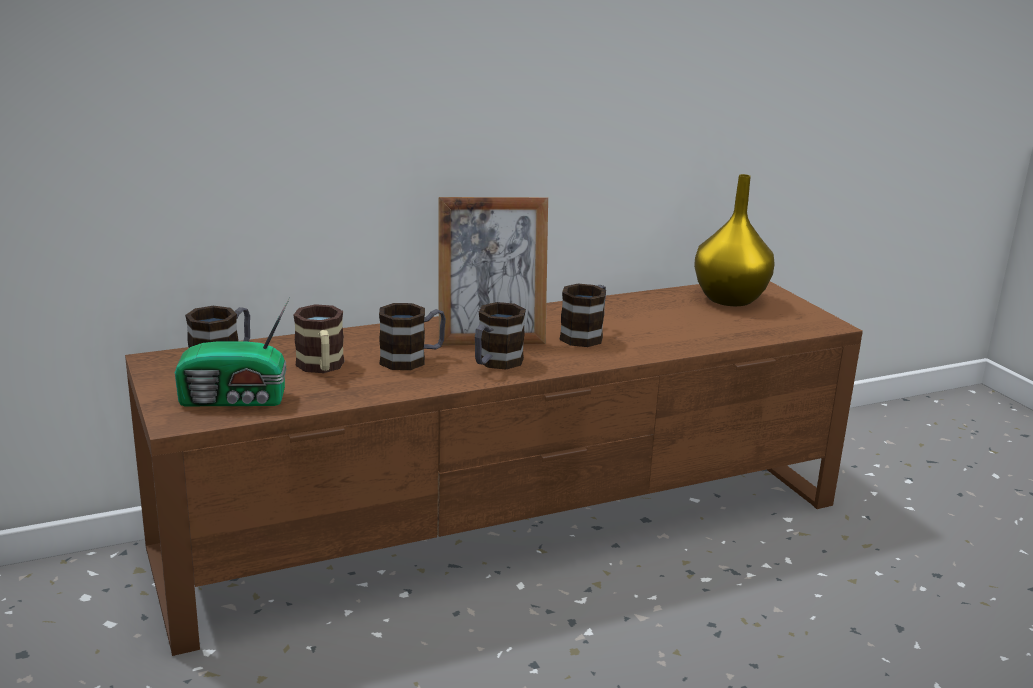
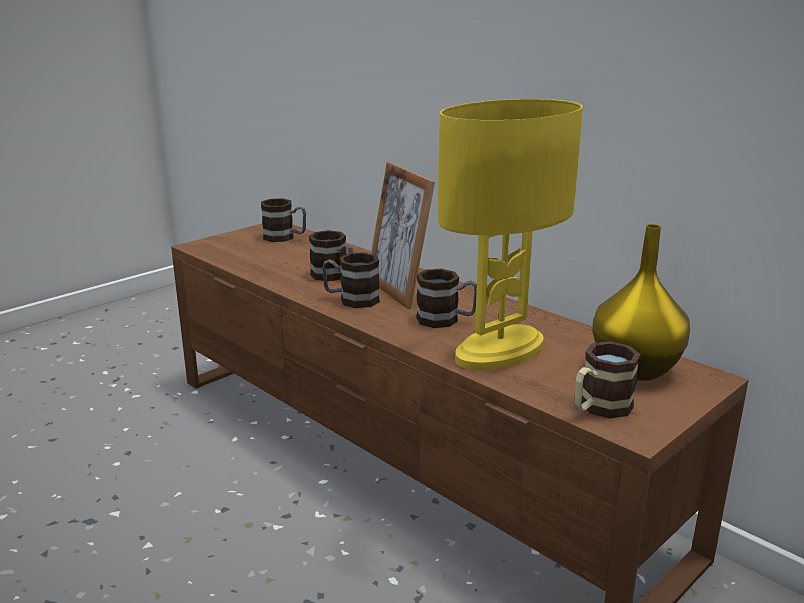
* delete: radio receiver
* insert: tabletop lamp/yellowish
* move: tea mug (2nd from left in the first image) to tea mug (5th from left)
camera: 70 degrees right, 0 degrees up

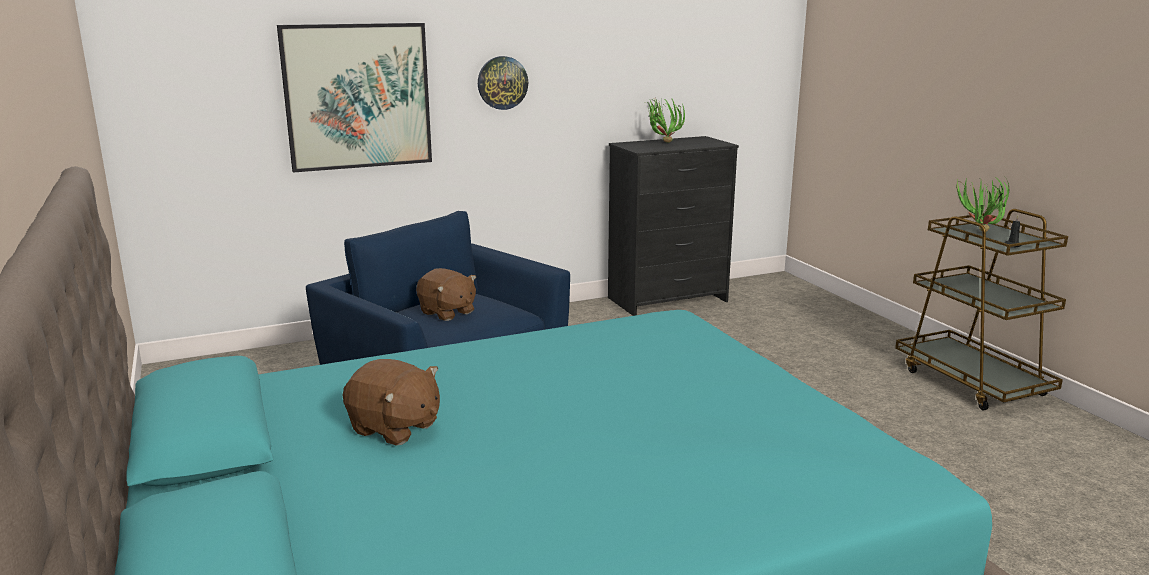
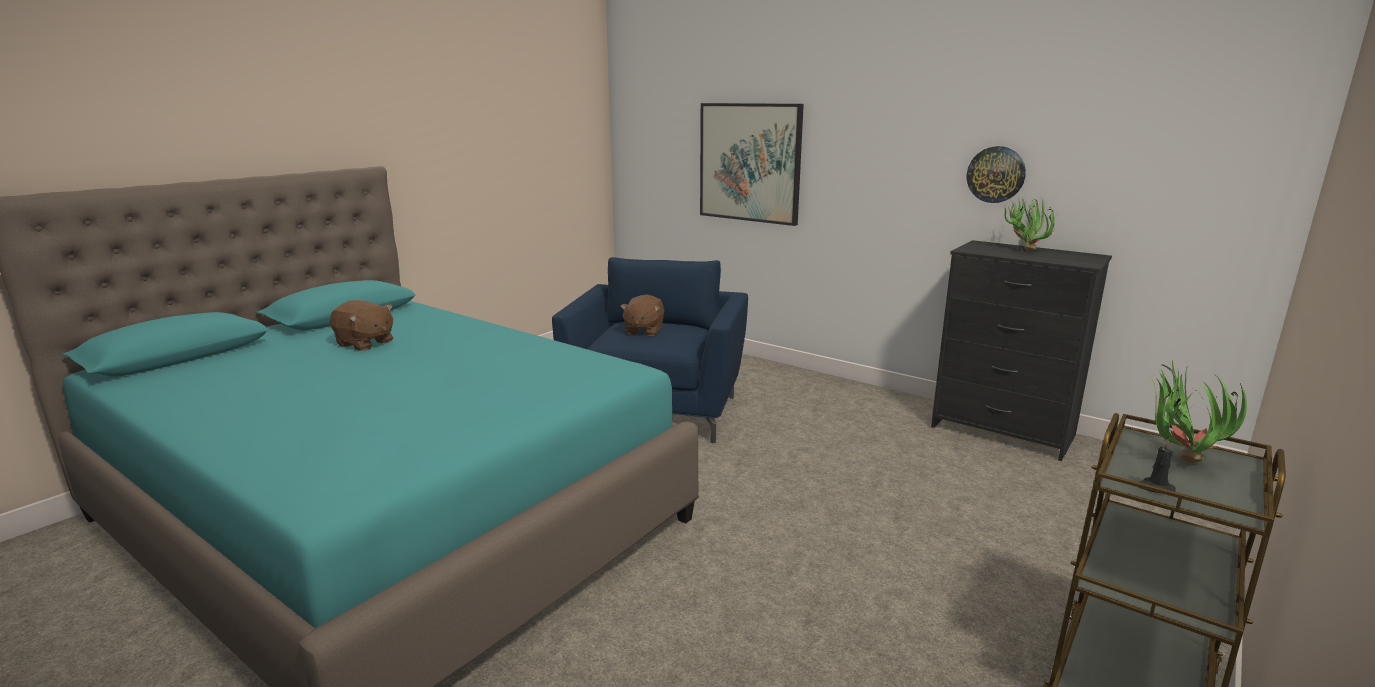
* move: wall clock
* rotate: soft toy/brown-coloured (1st from left) 60 degrees counterclockwise
camera: 60 degrees right, 0 degrees up

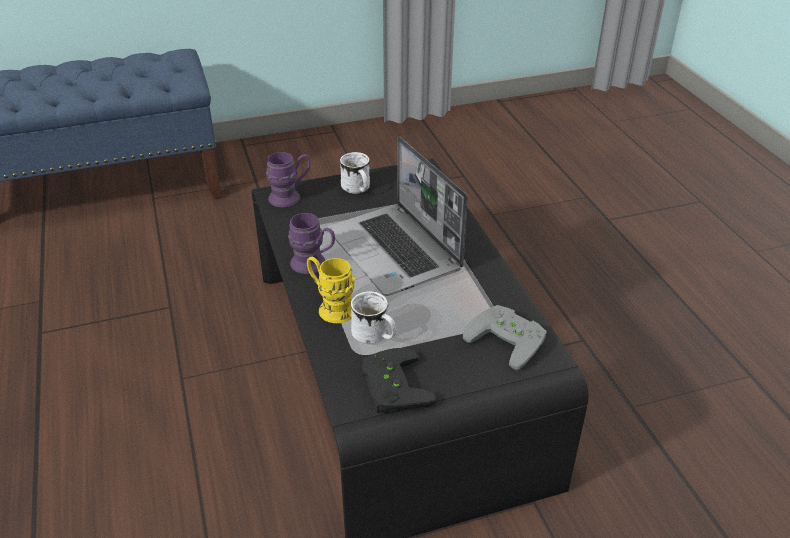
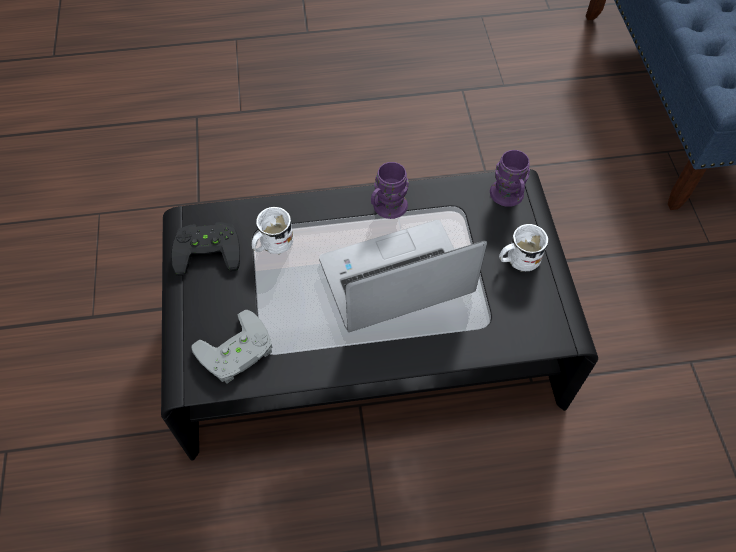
* delete: tea mug/yellowish
camera: 100 degrees right, 20 degrees up

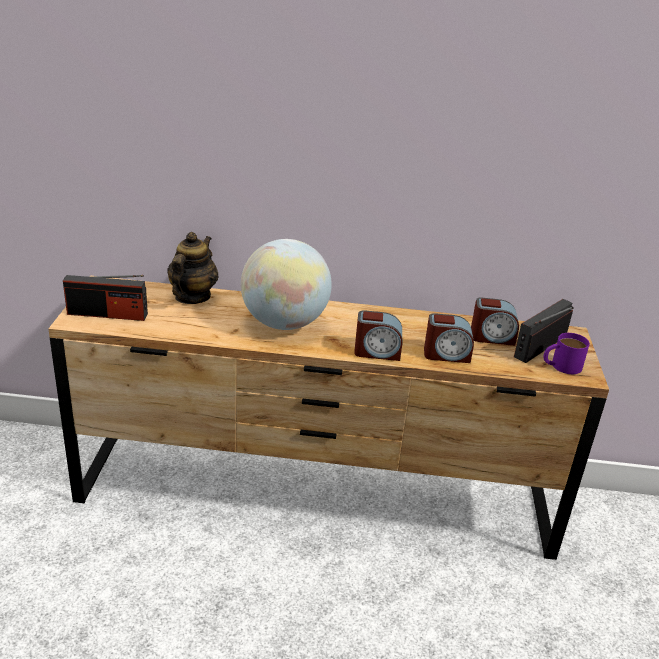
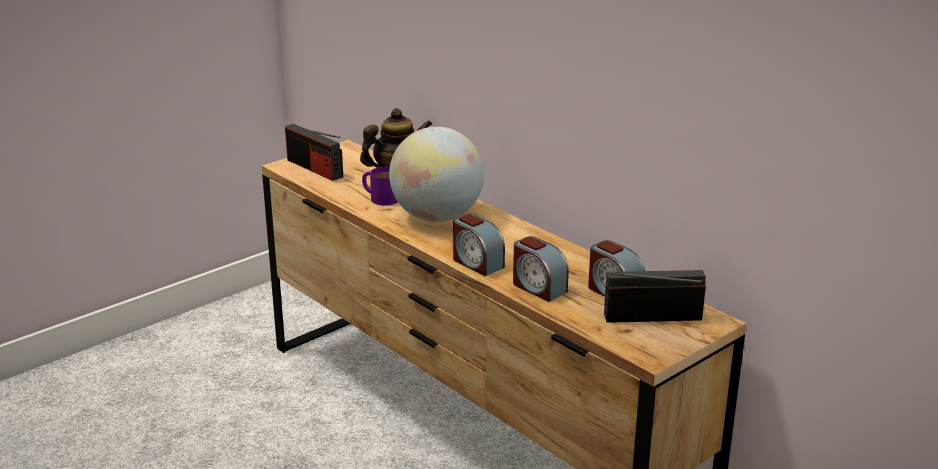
* move: tea mug/purplish
camera: 45 degrees right, 5 degrees down

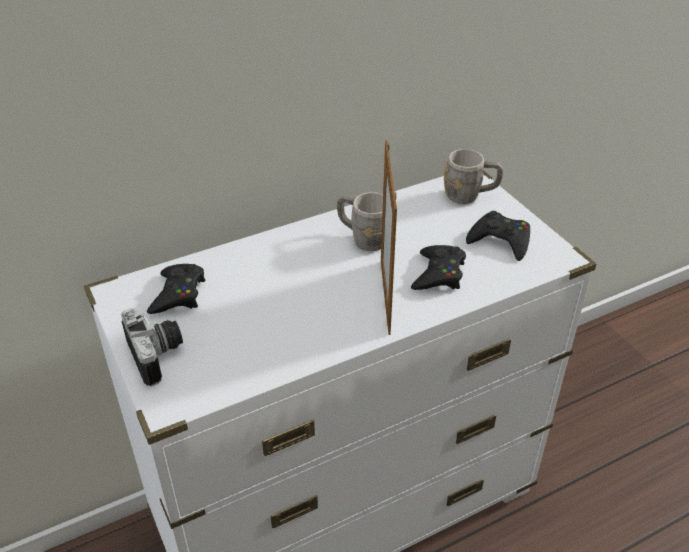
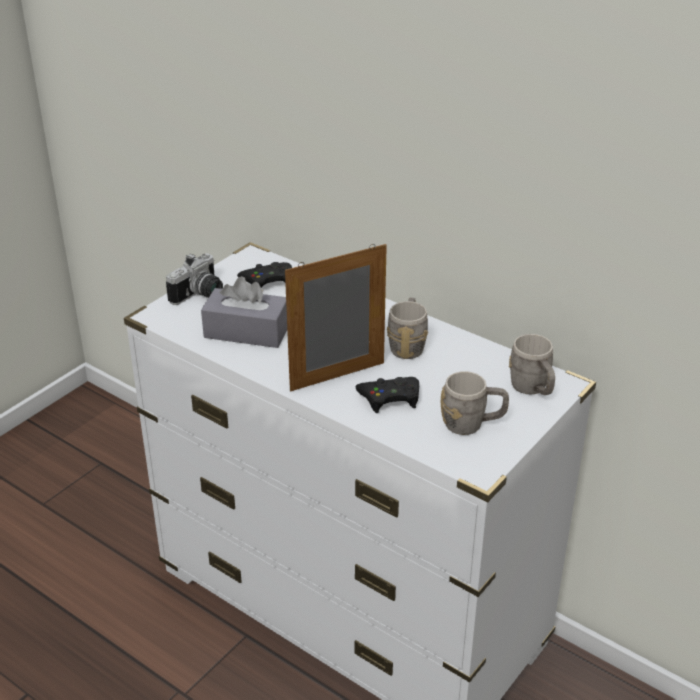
* insert: tissue box/grey
* replace: gamepad/blackish (3rd from left) to tea mug/grey (2nd from left)
camera: 65 degrees right, 5 degrees down

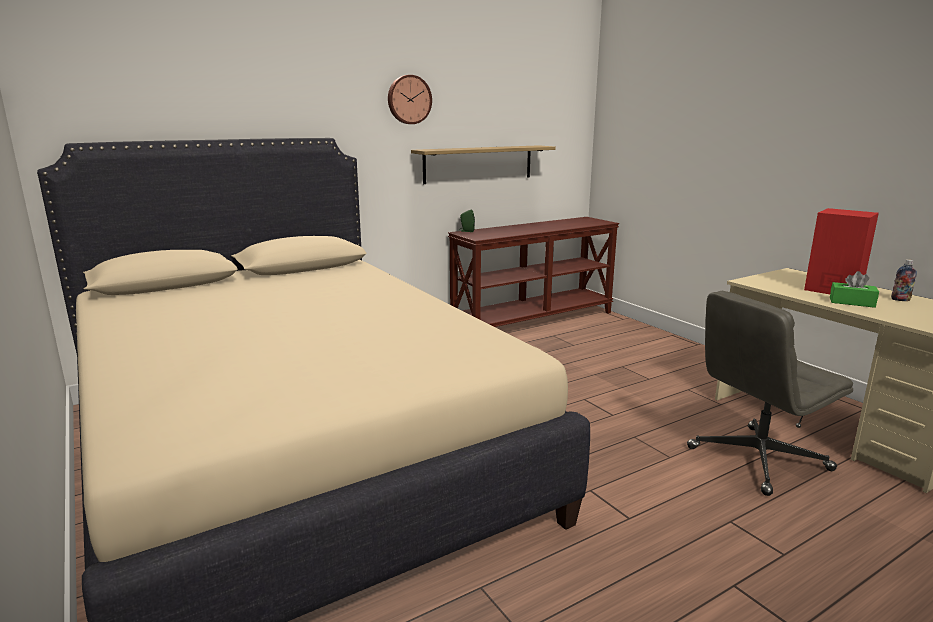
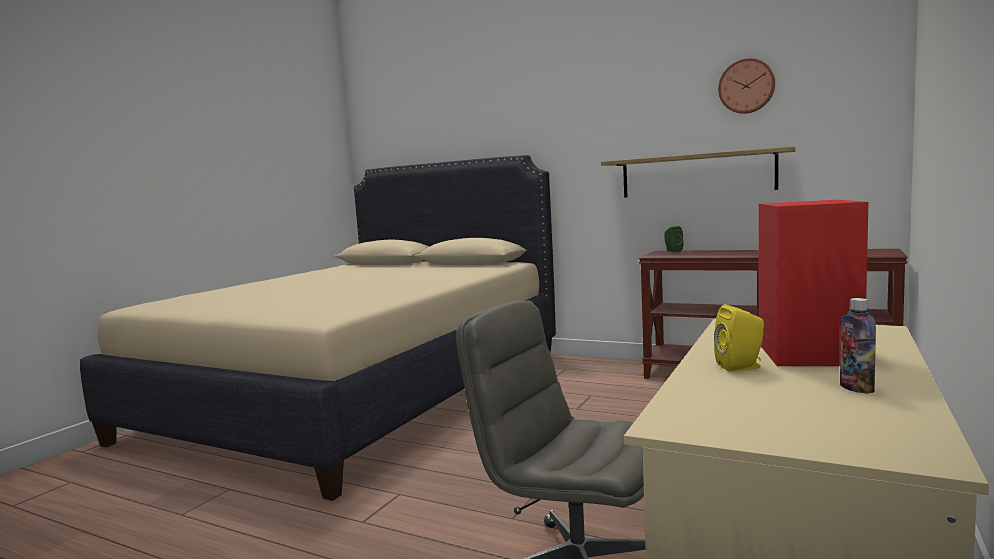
* move: wall clock
* replace: tissue box/greenish to audio speaker/yellowish
camera: 60 degrees right, 10 degrees down

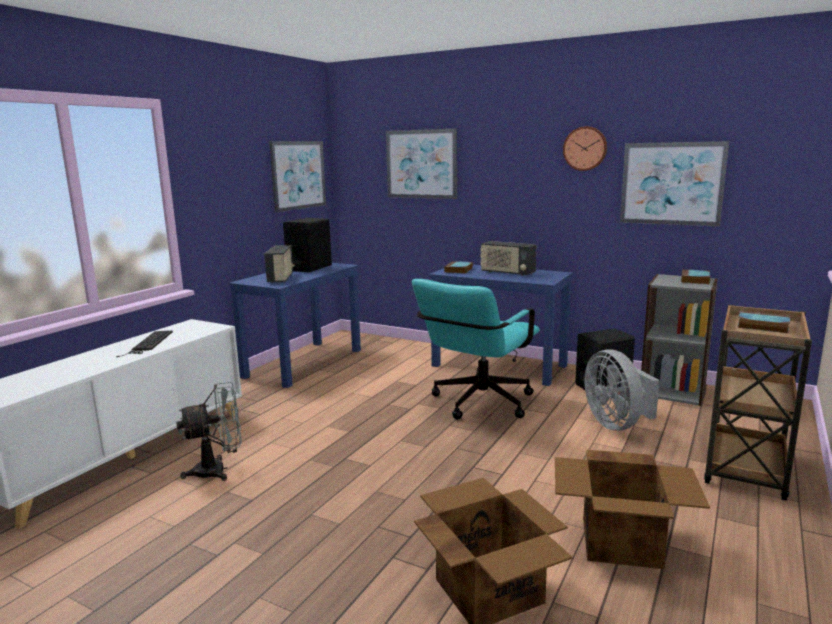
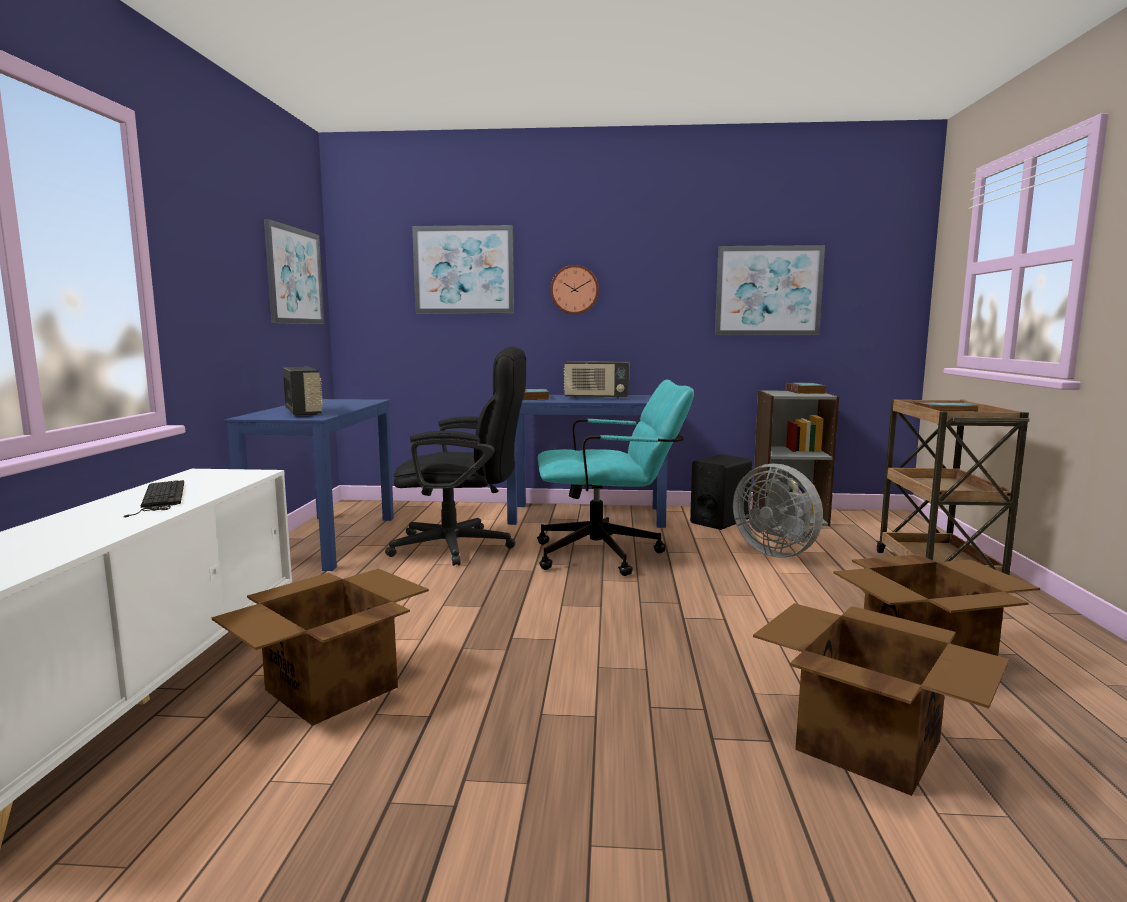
* delete: audio speaker/blackish (1st from left)
* insert: desk chair/blackish
* move: wall clock
* replace: cooling fan/grey (1st from left) to packing box (1st from left)
* rotate: desk chair/blue-green 105 degrees counterclockwise
camera: 25 degrees left, 5 degrees down

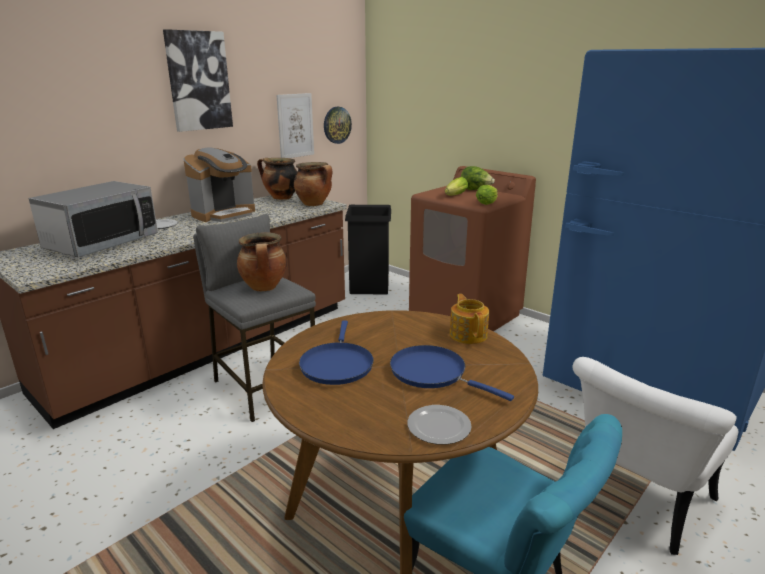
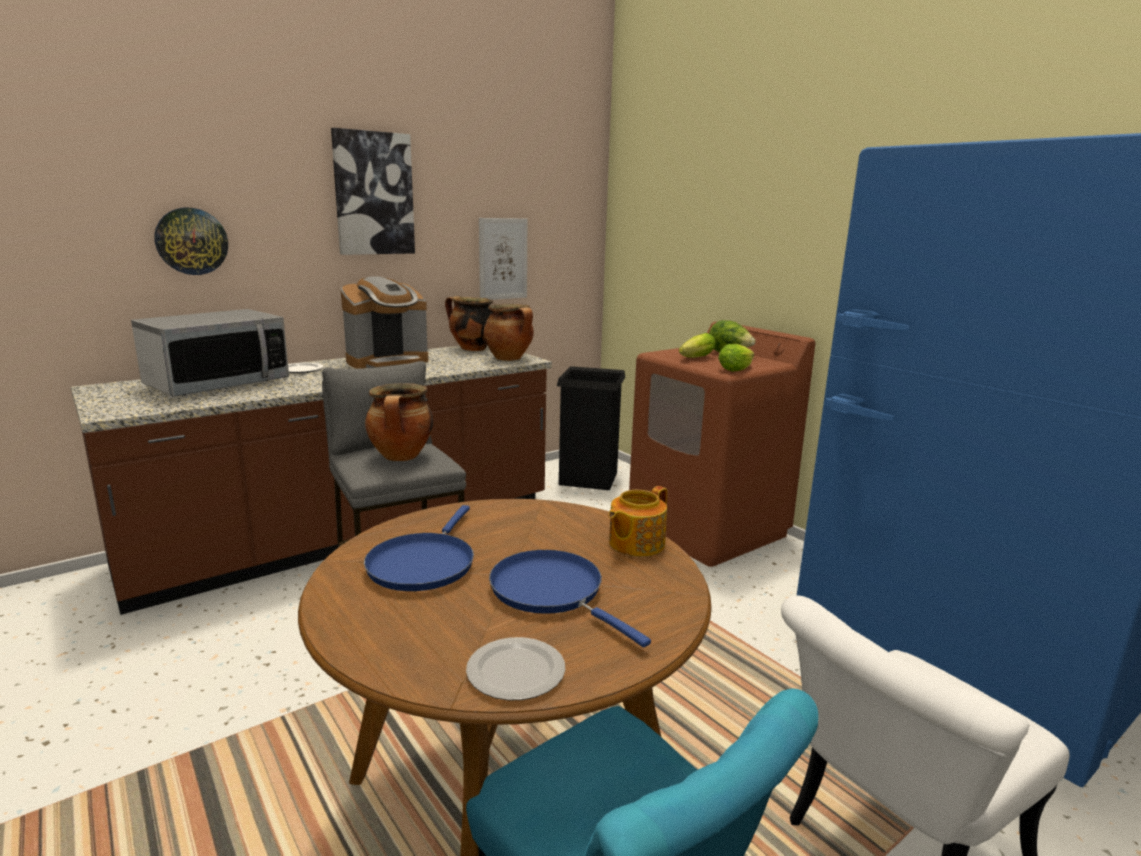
* move: wall clock
* rotate: tea pot 135 degrees counterclockwise
camera: 10 degrees right, 5 degrees down

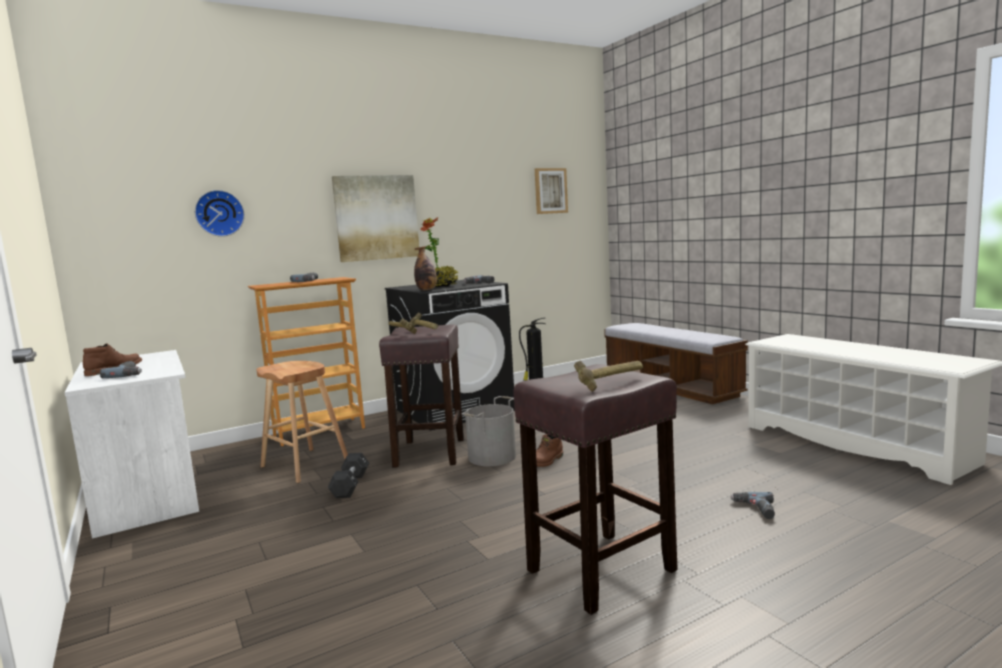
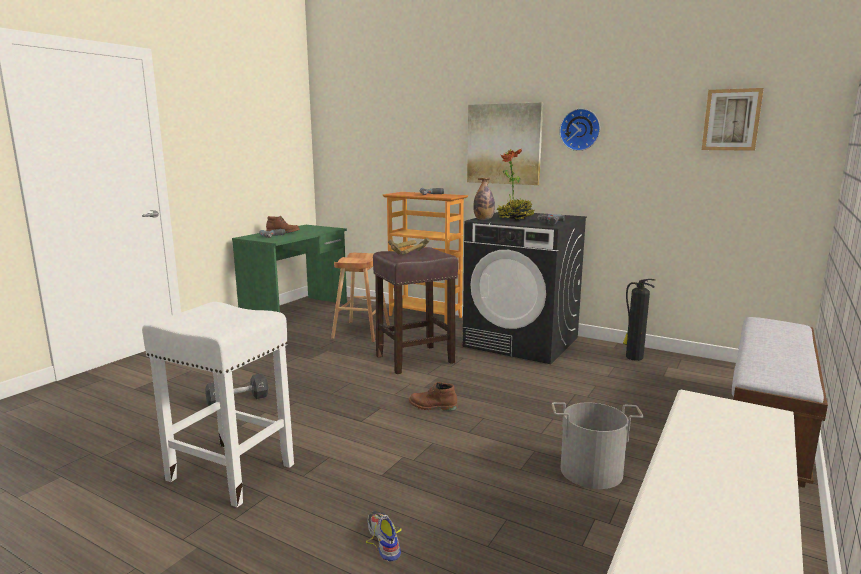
* delete: hand hammer (3rd from left)
* move: wall clock
* move: hand weight/blackish
* move: pail/grey
* replace: electric drill (4th from left) to shoe
* recolor: desk/white-coloured to desk/greenish
* recolor: sitting stool/brown-coloured (3rd from left) to sitting stool/white-coloured
camera: 60 degrees right, 5 degrees up

